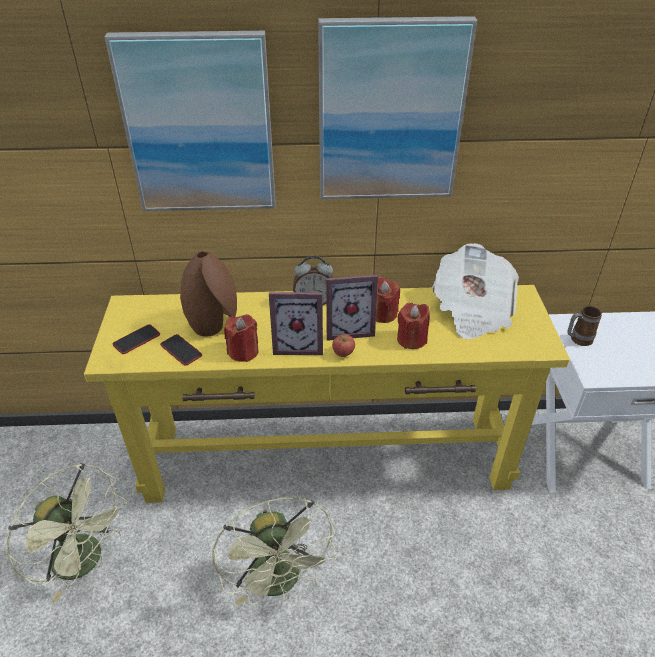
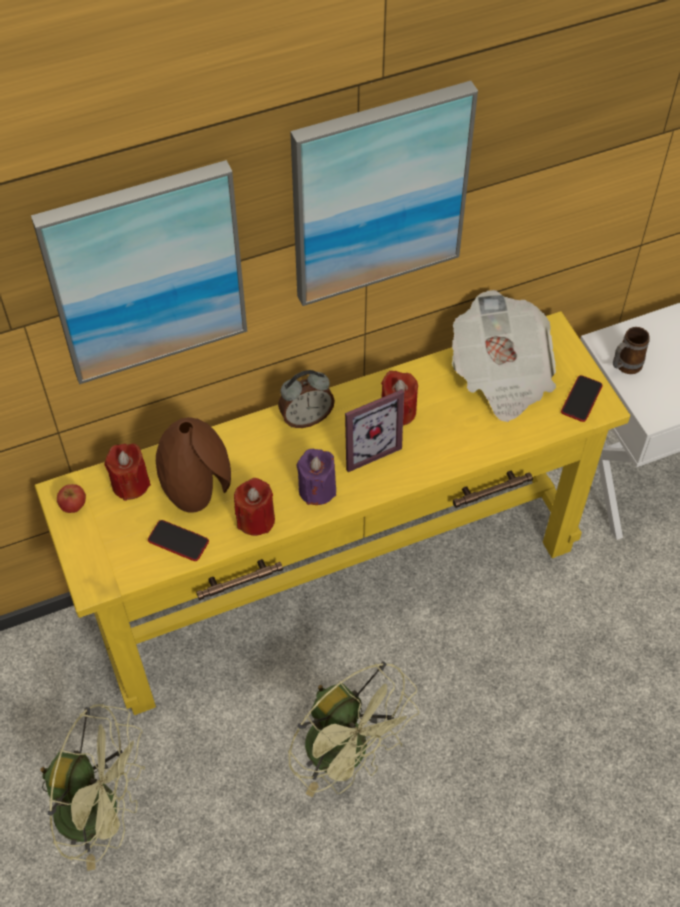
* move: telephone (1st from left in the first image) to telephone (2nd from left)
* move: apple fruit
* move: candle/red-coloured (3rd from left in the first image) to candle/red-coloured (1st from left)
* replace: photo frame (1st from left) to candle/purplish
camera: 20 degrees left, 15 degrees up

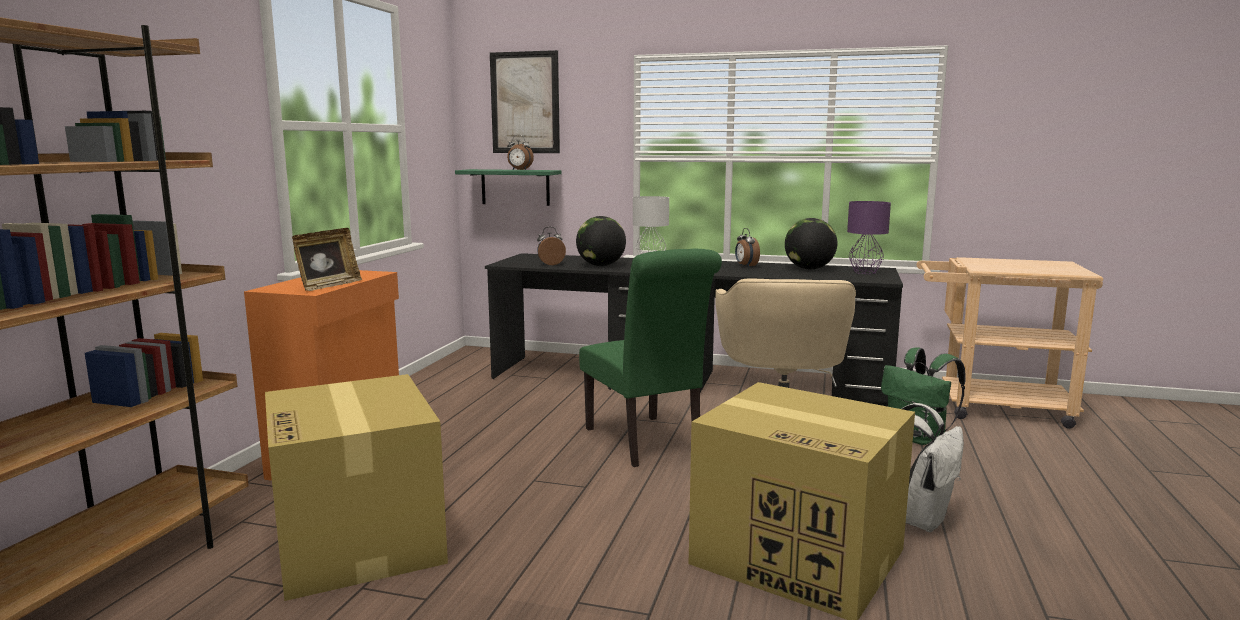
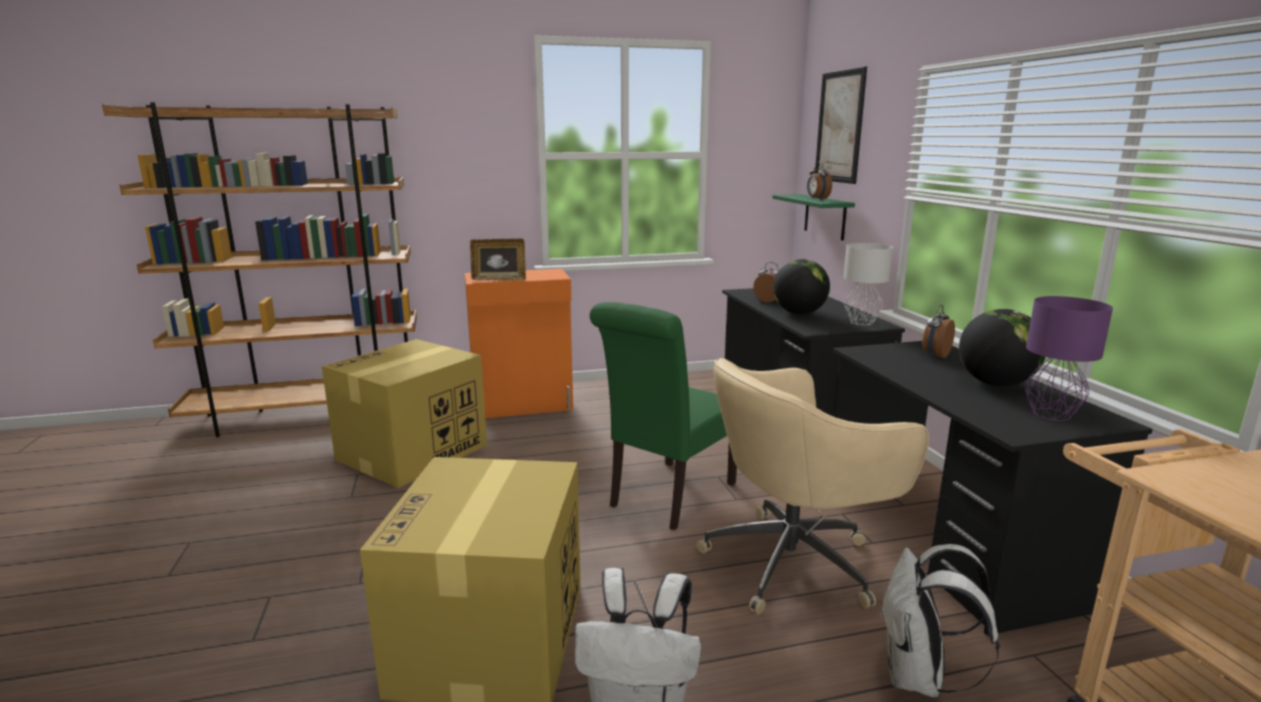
* recolor: knapsack/greenish to knapsack/white-coloured (2nd from left)
camera: 60 degrees right, 5 degrees up

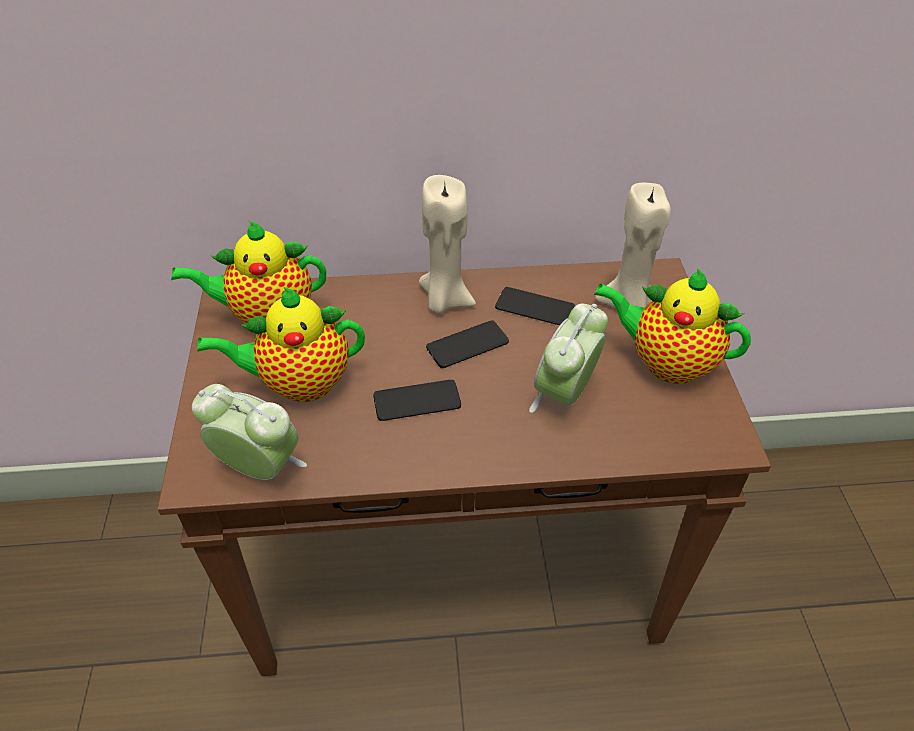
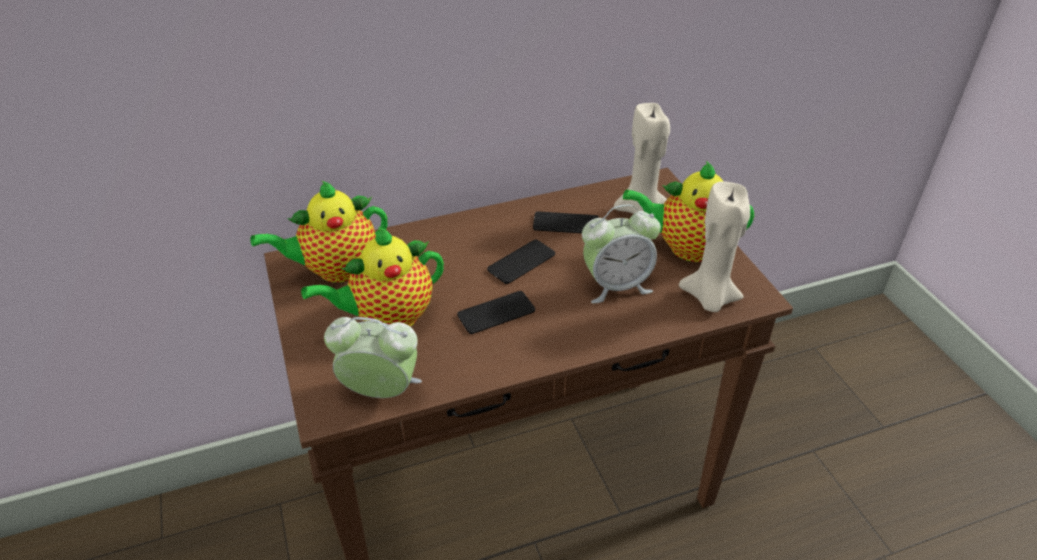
* move: candle/sand-coloured (1st from left in the first image) to candle/sand-coloured (2nd from left)
* rotate: alarm clock (2nd from left) 120 degrees counterclockwise
camera: 15 degrees left, 5 degrees down

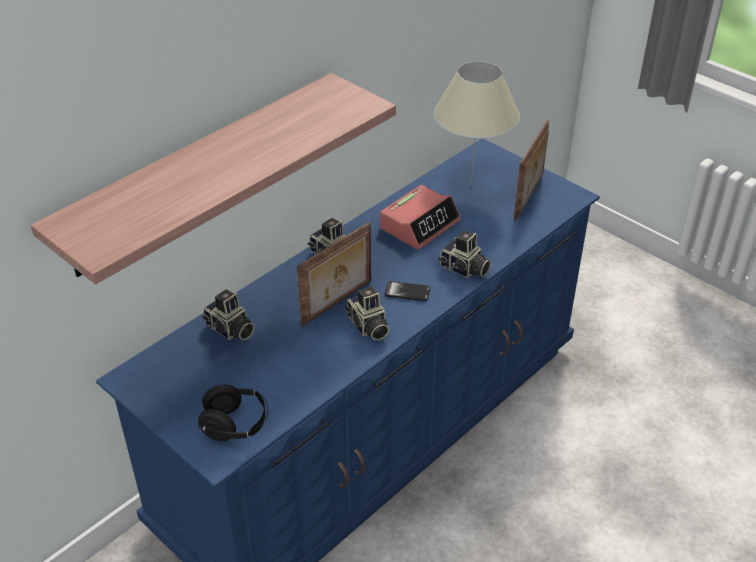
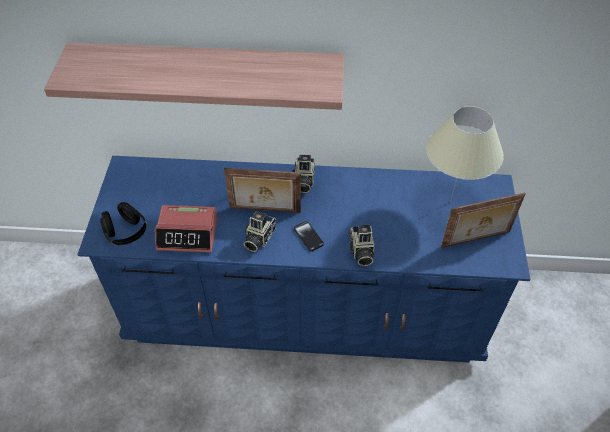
* delete: still camera (1st from left)
* move: alarm clock
camera: 50 degrees right, 10 degrees up

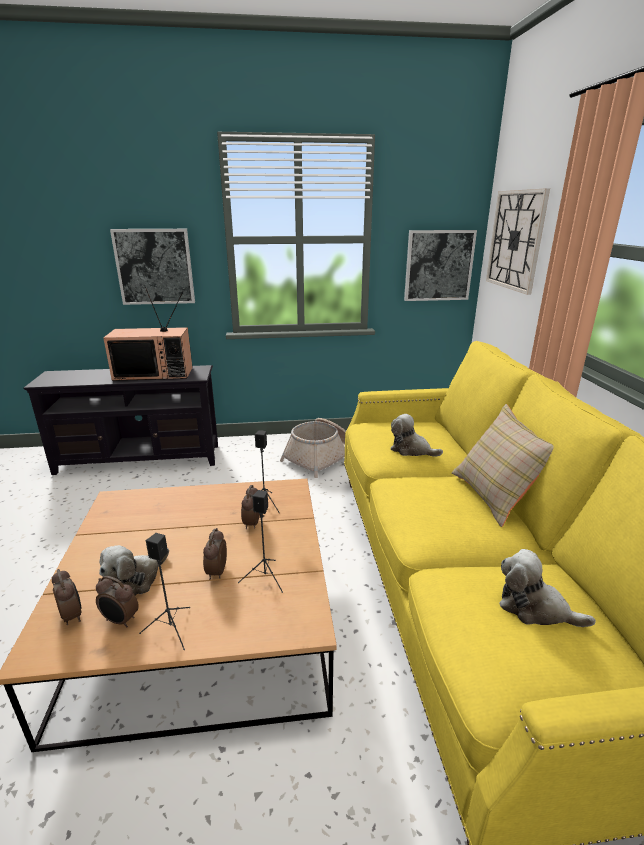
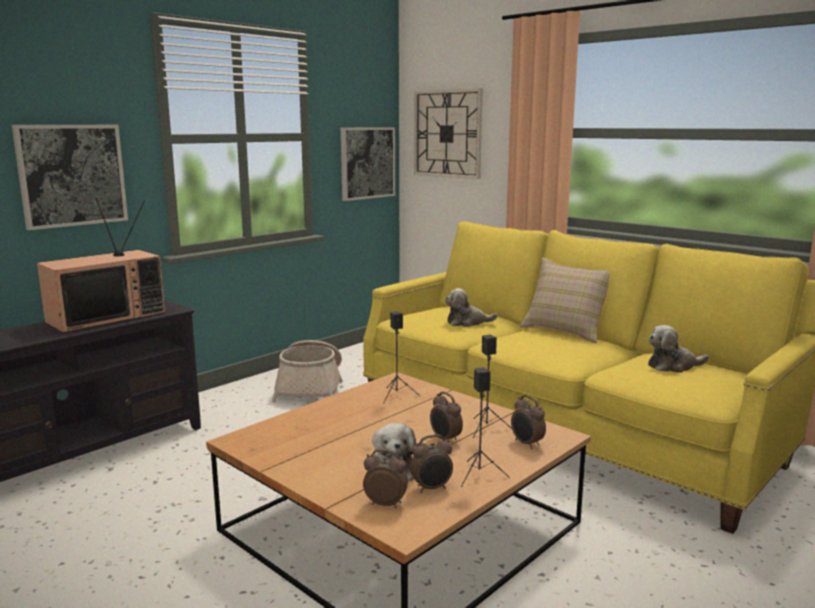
* move: alarm clock (4th from left)
camera: 40 degrees left, 10 degrees down

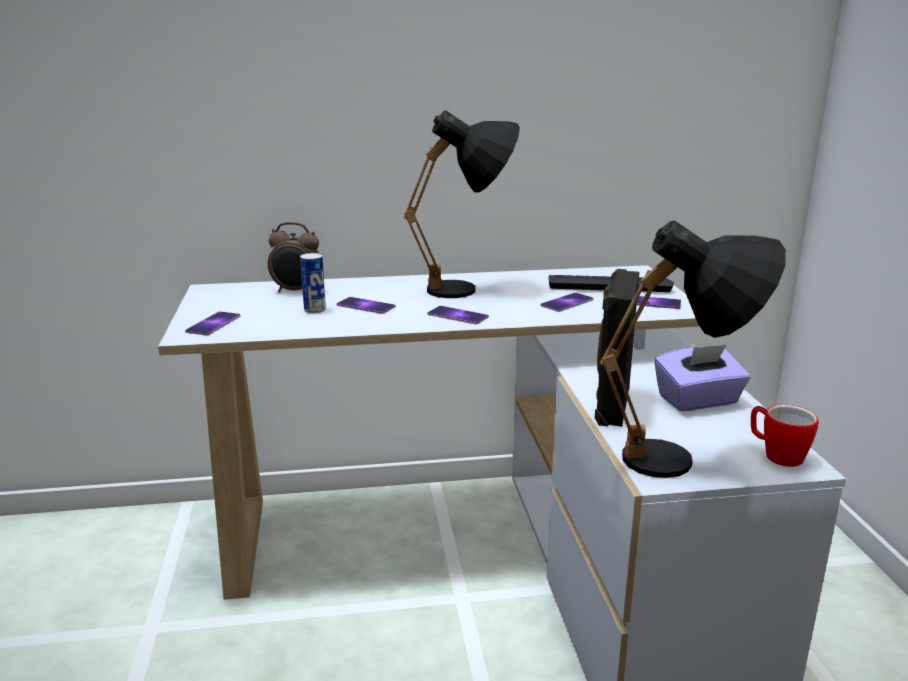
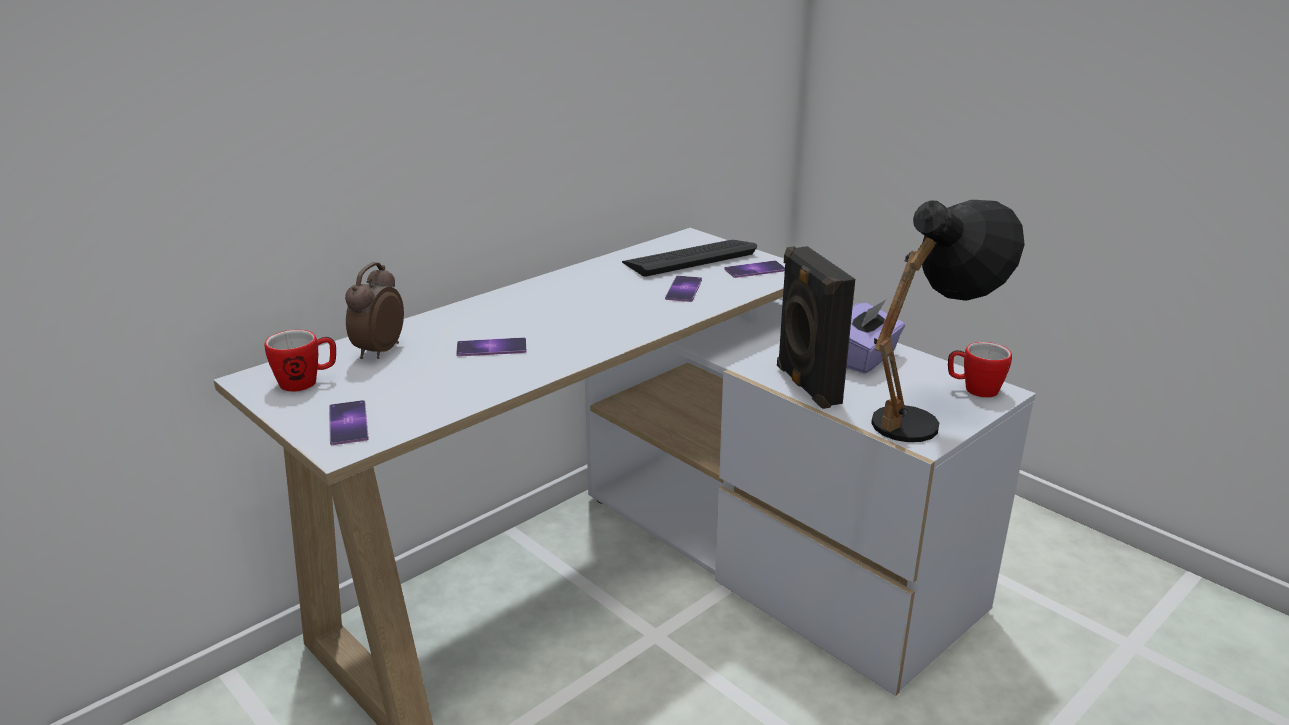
* delete: sealed can
* delete: tabletop lamp/blackish (1st from left)
* delete: telephone (3rd from left)
* insert: tea mug (1st from left)
* rotate: alarm clock 135 degrees clockwise
camera: 35 degrees left, 5 degrees up

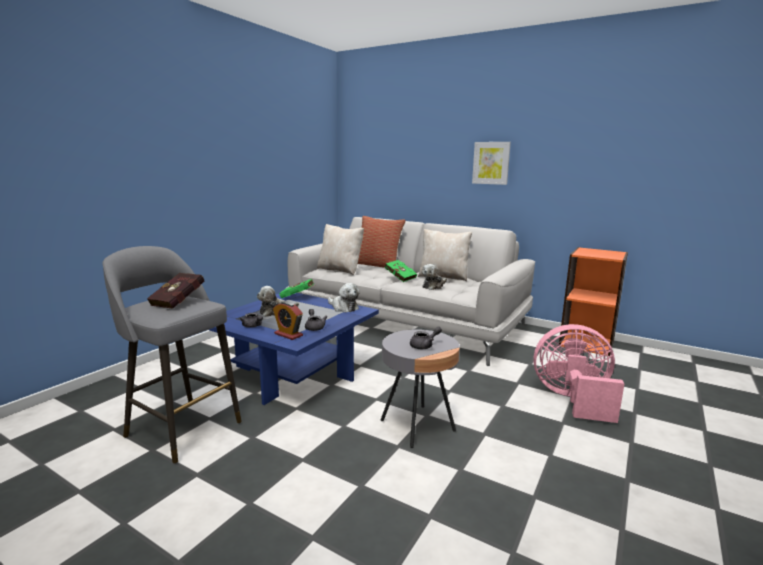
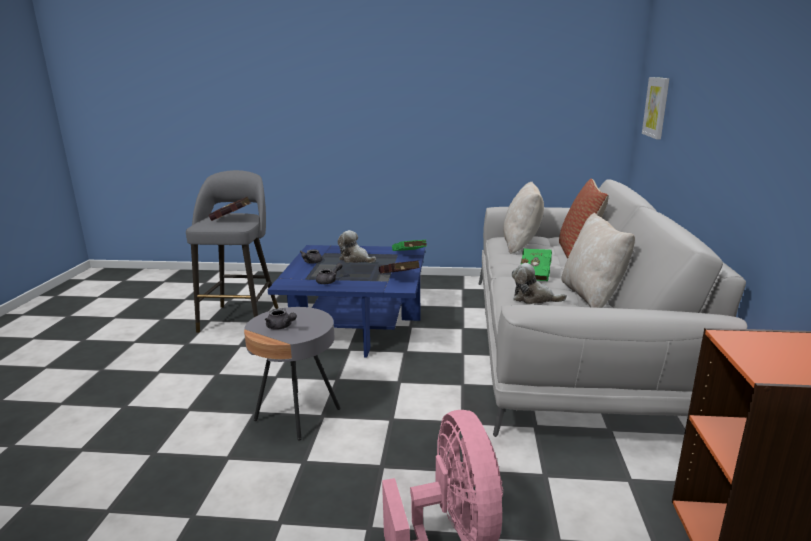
* delete: alarm clock
* move: picture
* replace: soft toy (2nd from left) to book/red-coloured (2nd from left)
camera: 65 degrees right, 5 degrees up

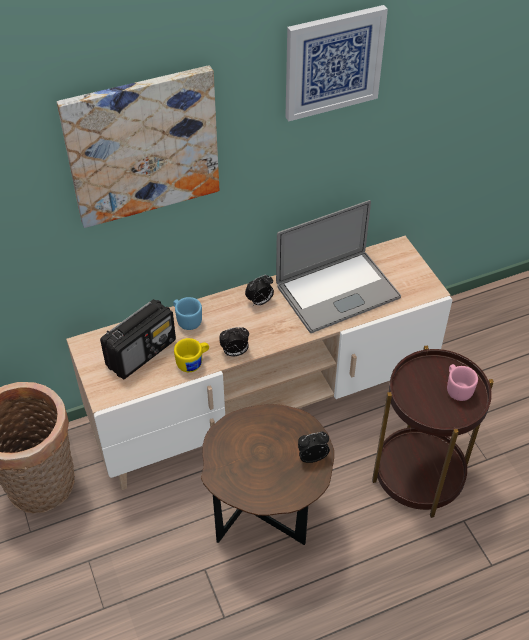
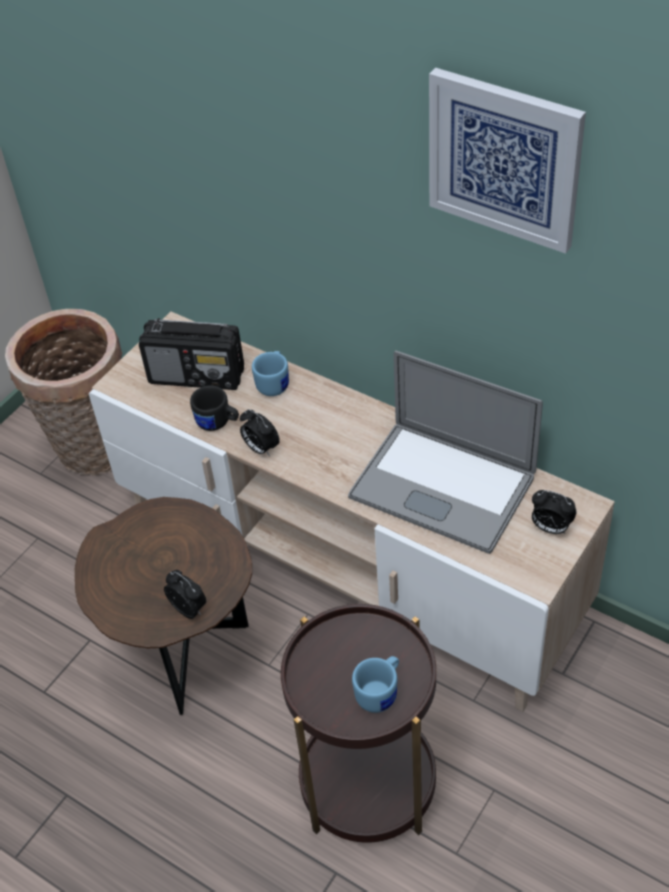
* delete: picture (1st from left)
* move: alarm clock (2nd from left in the first image) to alarm clock (3rd from left)
* recolor: tea mug/yellowish to tea mug/blackish
* recolor: tea mug/pink-coloured to tea mug/bluish (2nd from left)
camera: 60 degrees right, 0 degrees up

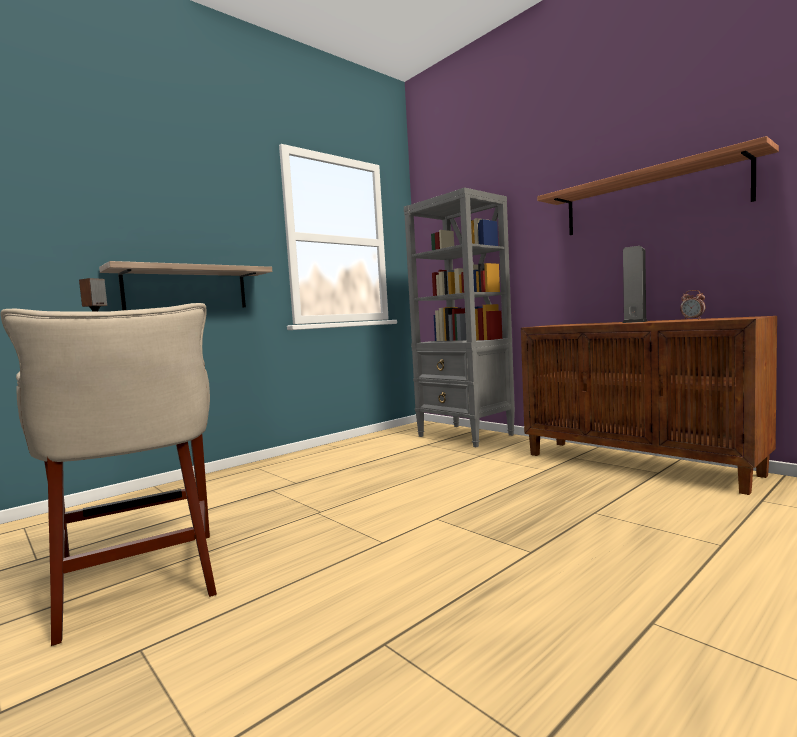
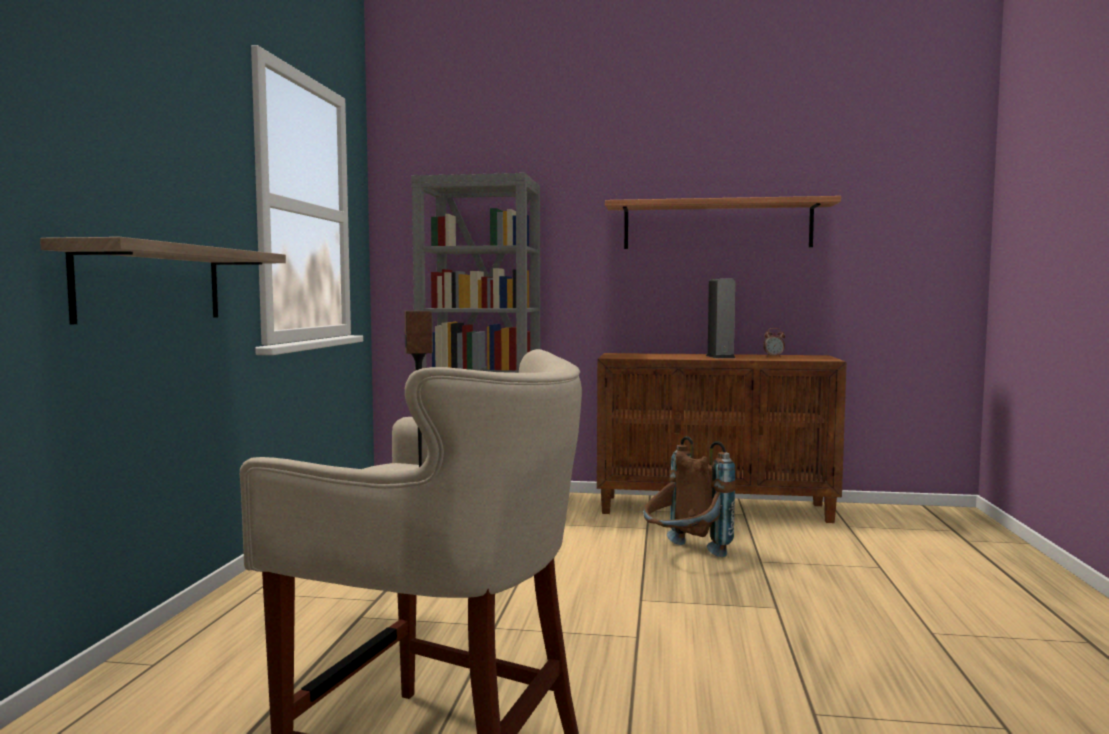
* insert: knapsack/brown-coloured
camera: 40 degrees left, 0 degrees up

